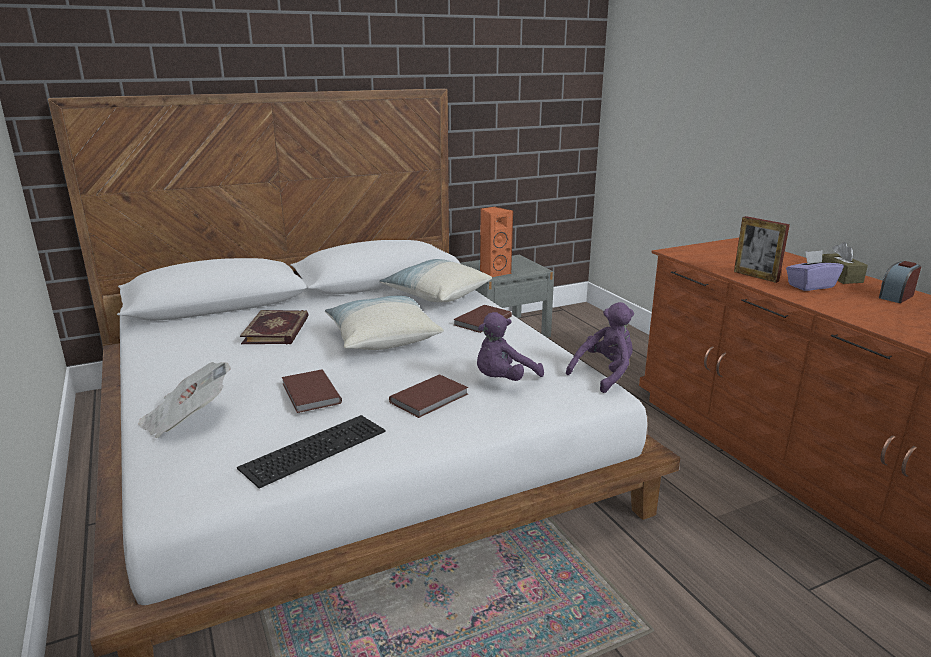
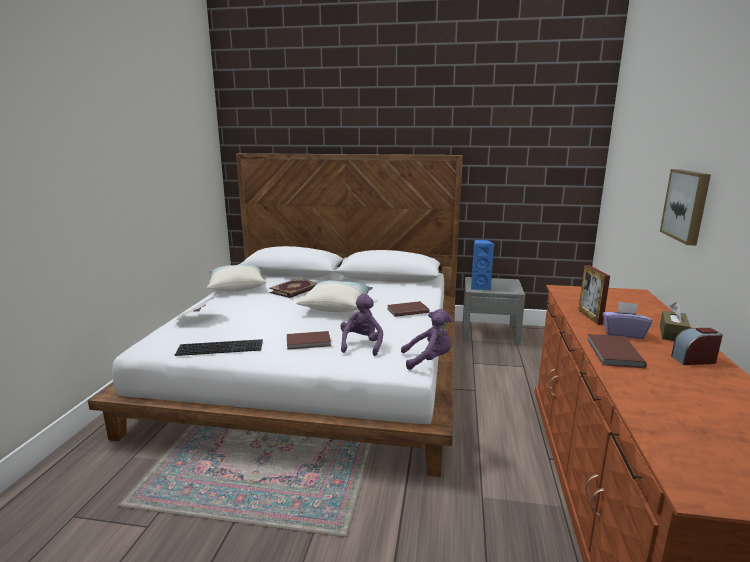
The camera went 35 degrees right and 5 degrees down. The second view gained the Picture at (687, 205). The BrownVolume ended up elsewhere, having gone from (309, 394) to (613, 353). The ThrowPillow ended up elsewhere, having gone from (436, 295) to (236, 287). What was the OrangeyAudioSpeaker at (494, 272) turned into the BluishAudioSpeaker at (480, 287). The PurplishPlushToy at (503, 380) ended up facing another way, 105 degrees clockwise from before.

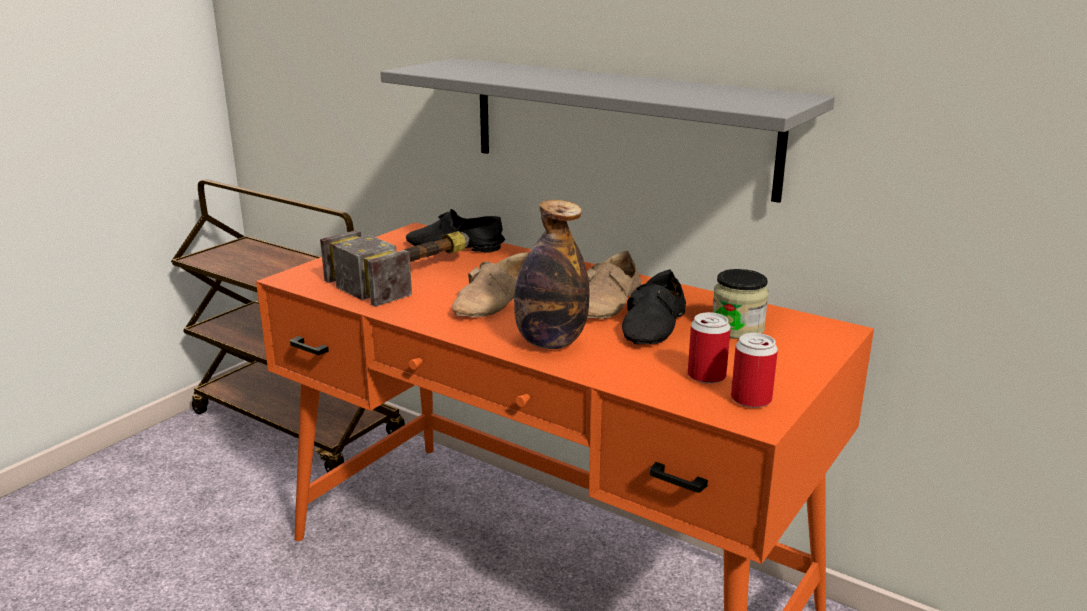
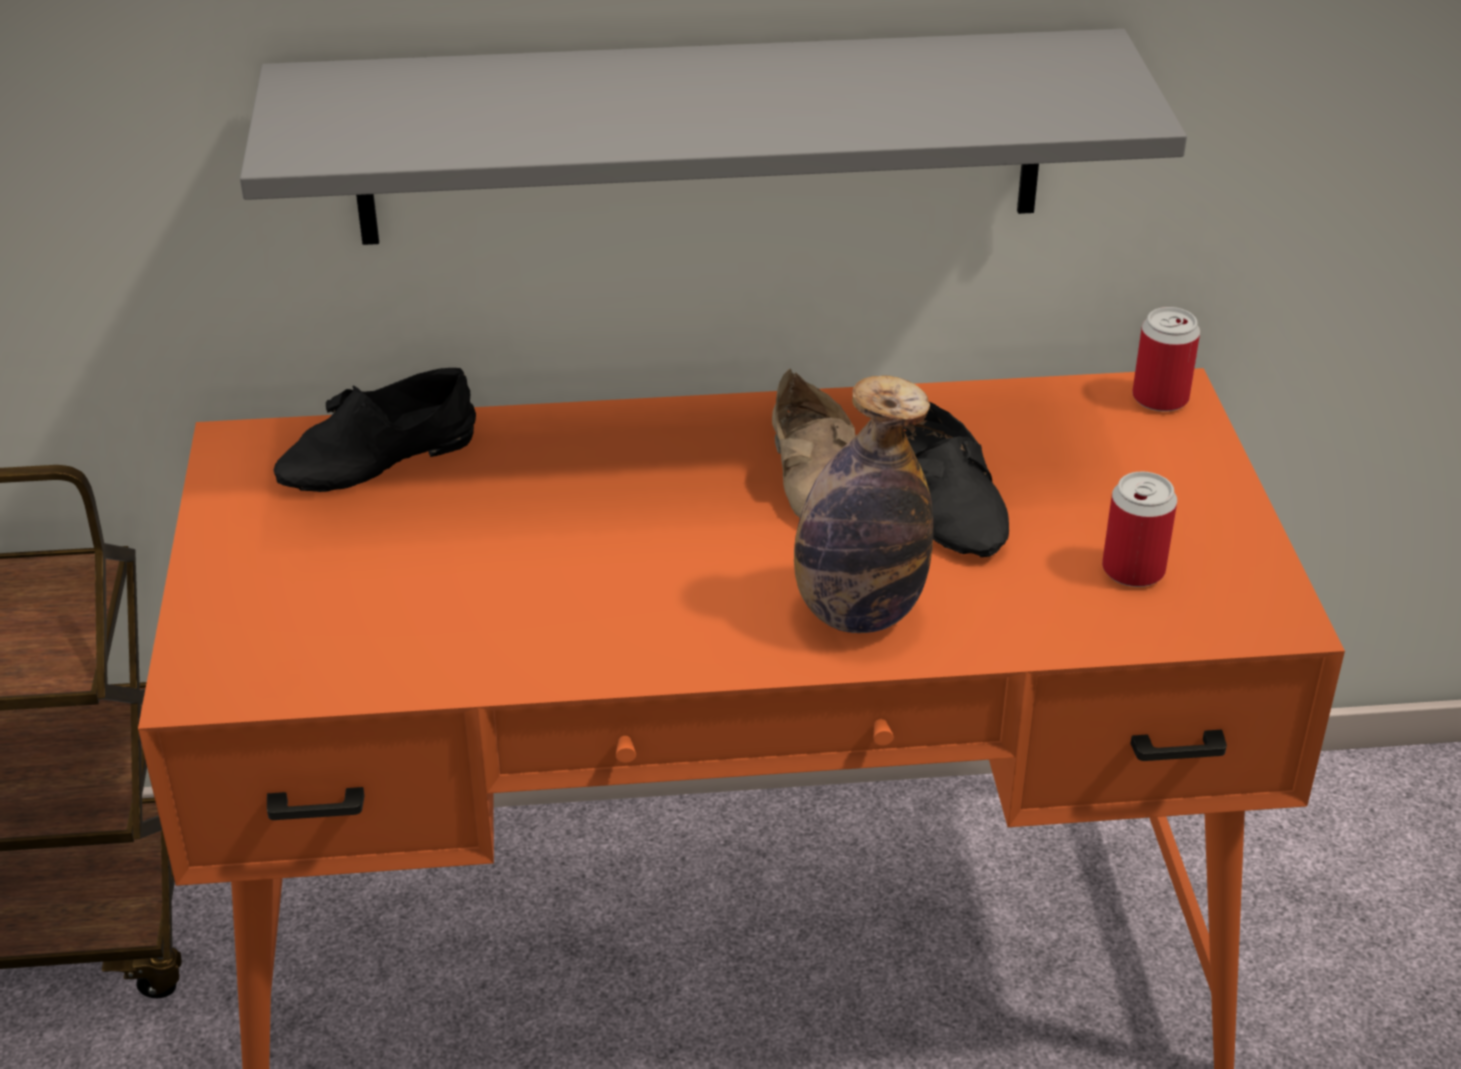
The camera went 40 degrees left and 15 degrees up. The second view lost the HandHammer at (412, 274). The second view lost the BeigeShoe at (497, 302). The second view lost the StorageJar at (737, 329). The SealedCan ended up elsewhere, having gone from (751, 399) to (1160, 398).

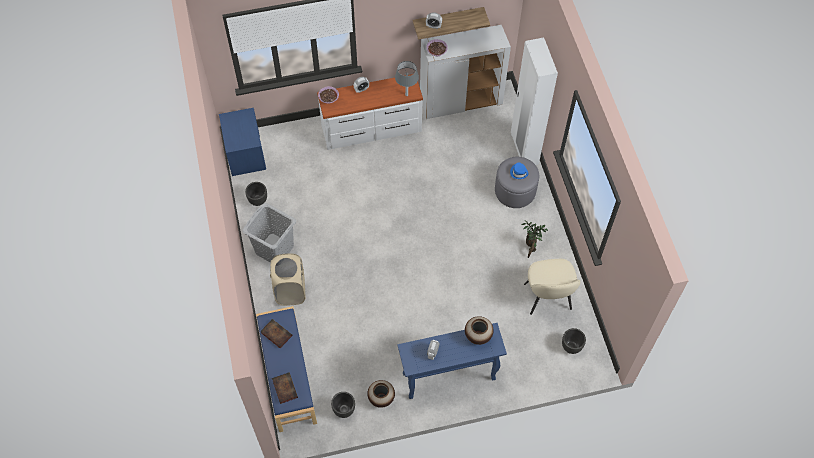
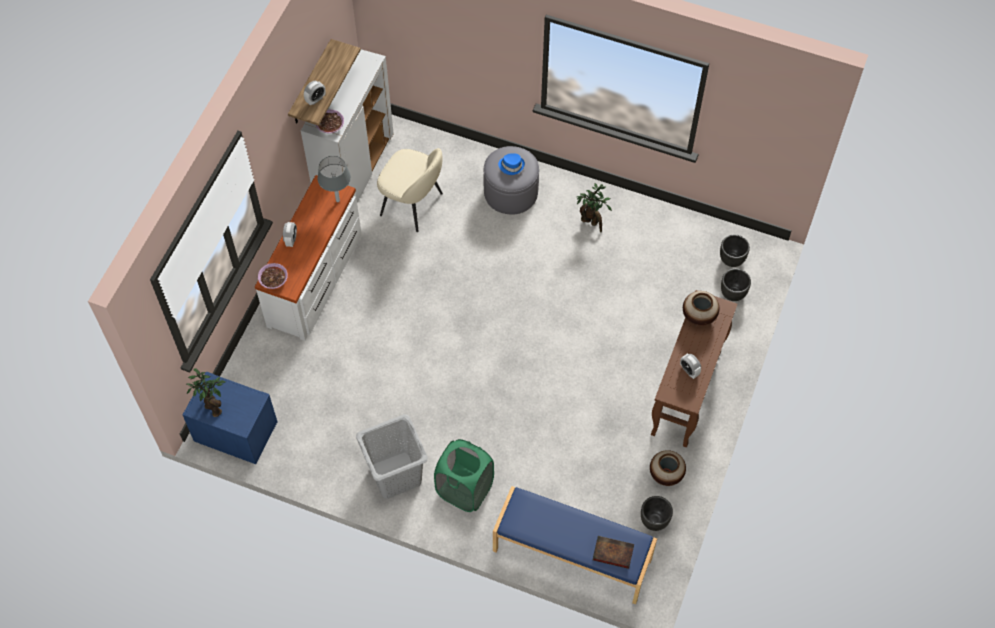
The camera went 55 degrees left and 0 degrees up. The second view lost the Volume at (275, 334). The second view lost the WhitishArmoire at (524, 149). The second view gained the PlantInAPot at (213, 406). The BlackColouredFlowerPot ended up elsewhere, having gone from (258, 200) to (732, 294). The BeigeChair ended up elsewhere, having gone from (548, 298) to (413, 205). What was the BeigeLaundryBasket at (290, 291) turned into the GreenLaundryBasket at (464, 489). What was the BluishConsoleTable at (448, 377) turned into the BrownConsoleTable at (686, 394).

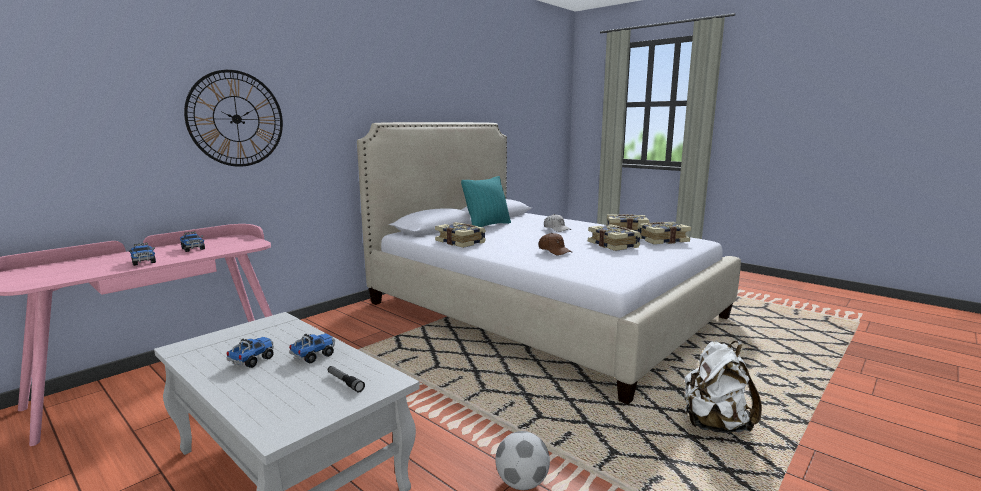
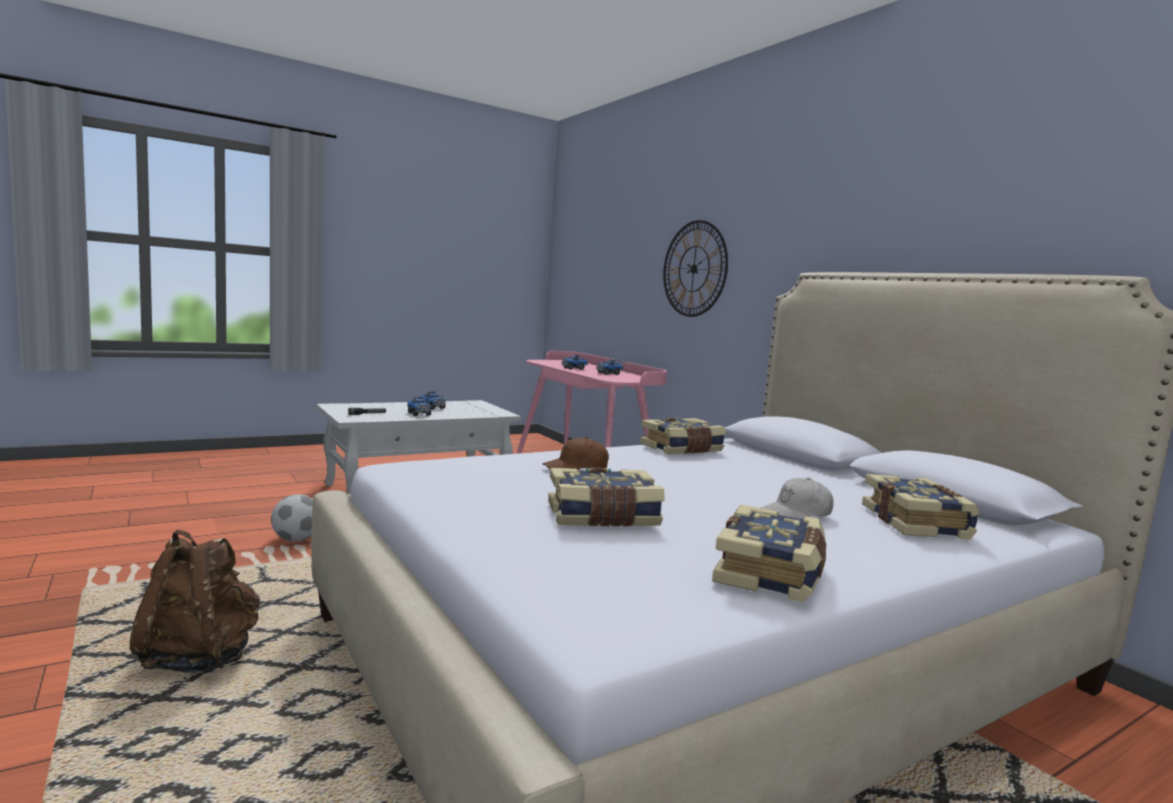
The camera went 105 degrees right and 5 degrees down. The second view lost the BlueGreenThrowPillow at (487, 225). The Volume ended up elsewhere, having gone from (661, 240) to (916, 523). What was the WhitishBackpack at (714, 425) turned into the BrownBackpack at (200, 658).

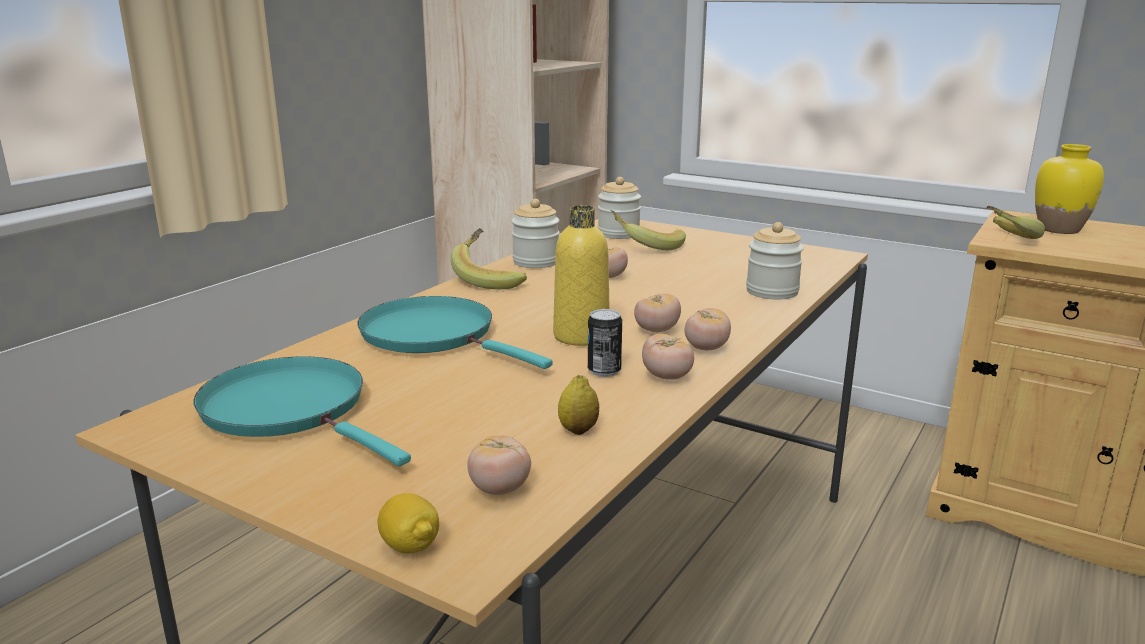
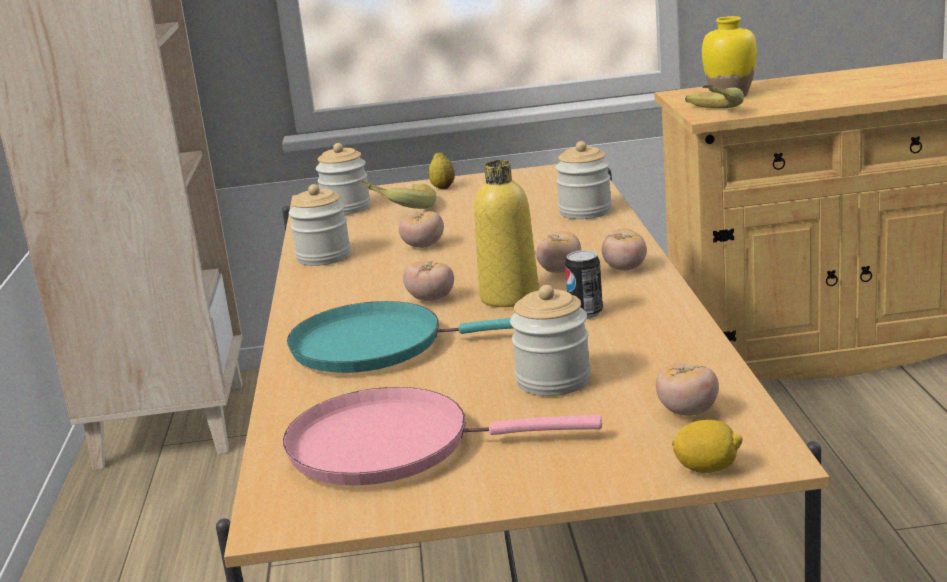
The camera went 35 degrees left and 0 degrees up. The second view lost the BananaFruit at (491, 278). The second view gained the StorageJar at (553, 381). The CitrusFruit ended up elsewhere, having gone from (578, 430) to (443, 188). The FreshTomato ended up elsewhere, having gone from (666, 377) to (431, 299). What was the BlueGreenSkillet at (291, 410) turned into the PinkishSkillet at (392, 446).

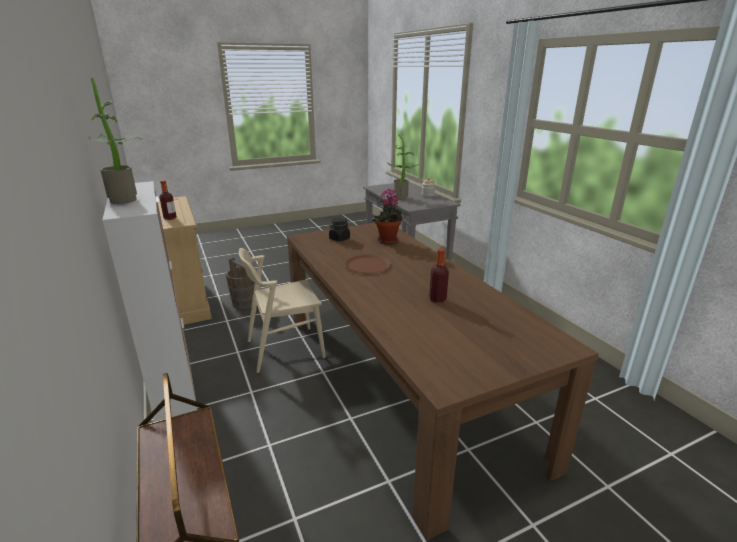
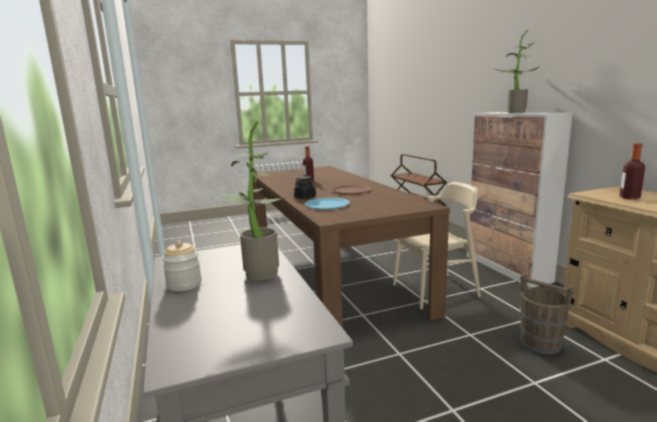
The camera went 175 degrees left and 10 degrees down. The BlackColouredStorageJar ended up elsewhere, having gone from (339, 239) to (305, 197). Where the PlantInAPot stood at (388, 241), the BluishFlatDish came to stand at (327, 204).

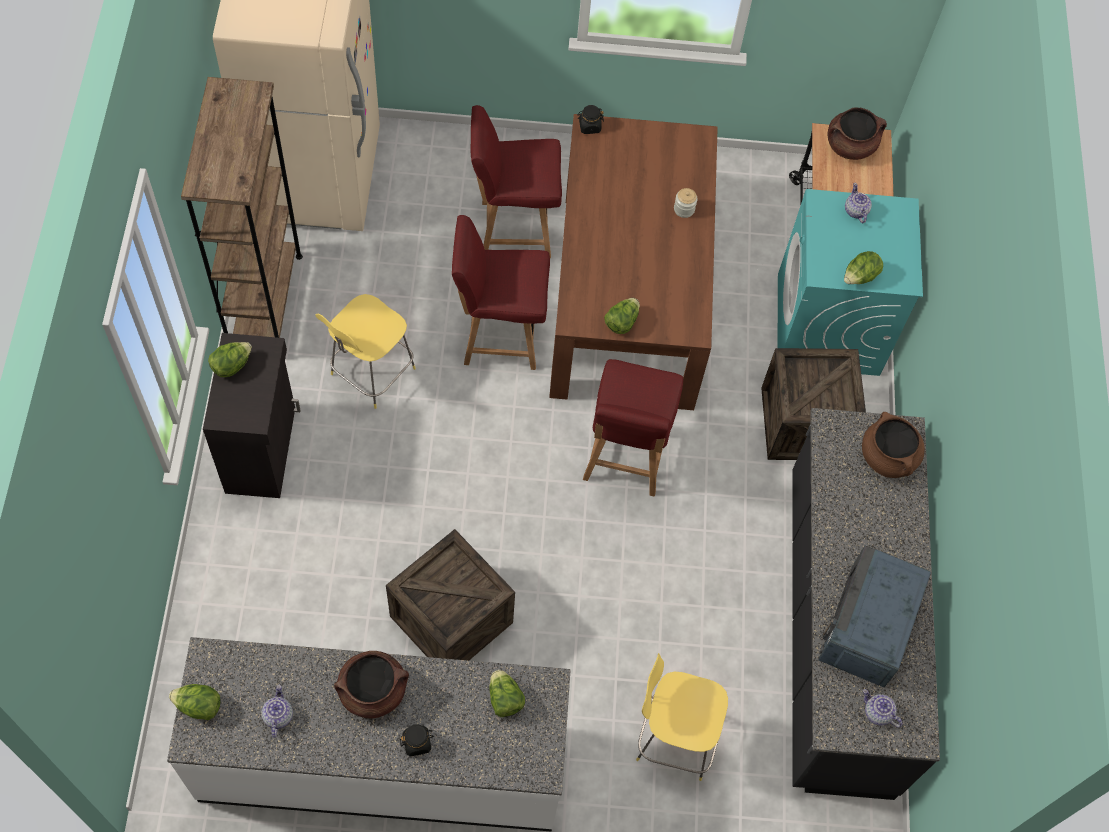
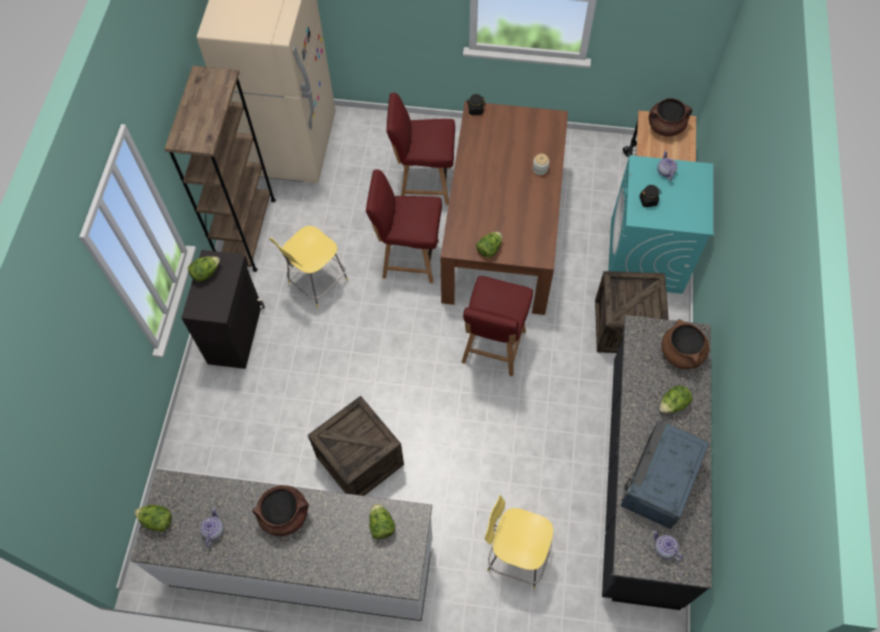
The camera went 10 degrees right and 0 degrees up. The BlackColouredStorageJar ended up elsewhere, having gone from (417, 742) to (648, 201). The LettuceHead ended up elsewhere, having gone from (859, 277) to (673, 404).

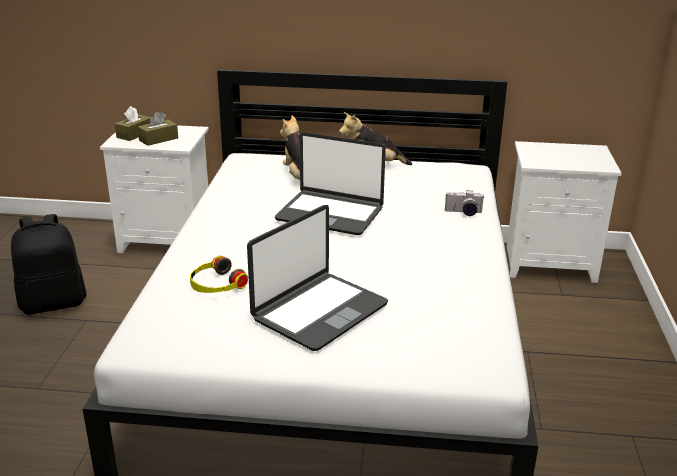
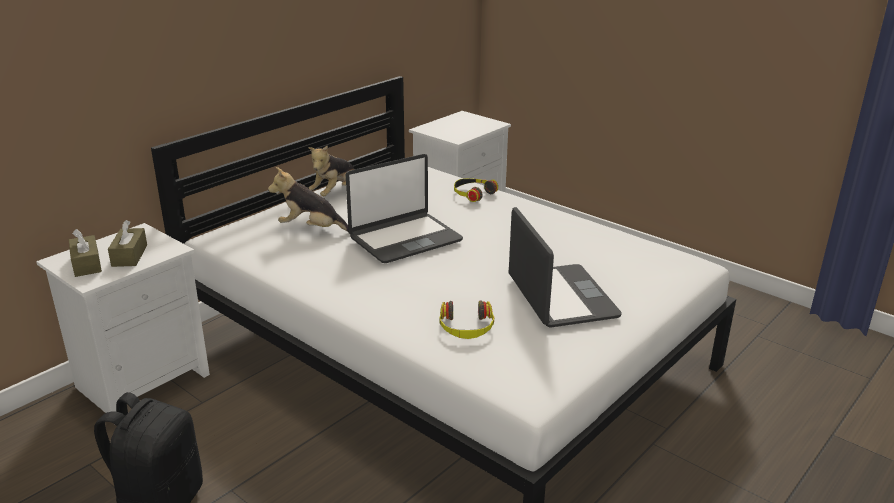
The camera went 55 degrees left and 0 degrees up. Where the PhotoCamera stood at (463, 213), the PairOfHeadphones came to stand at (473, 194).

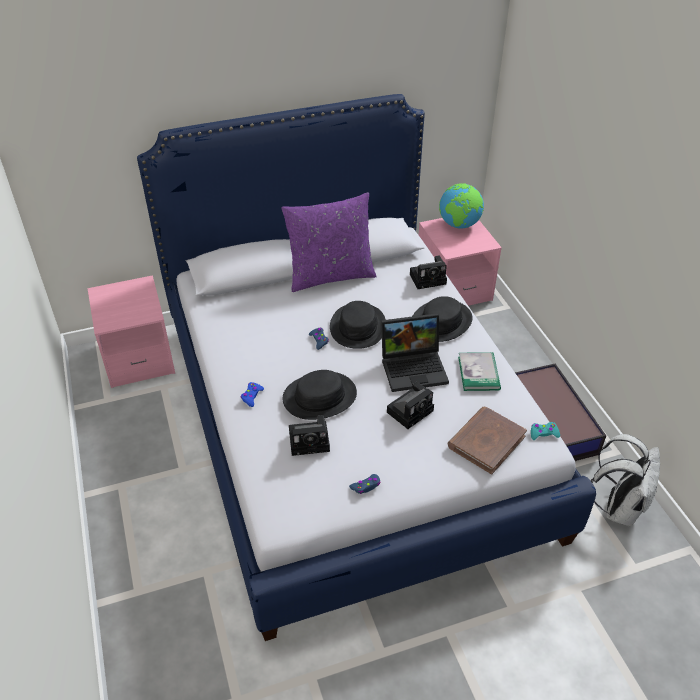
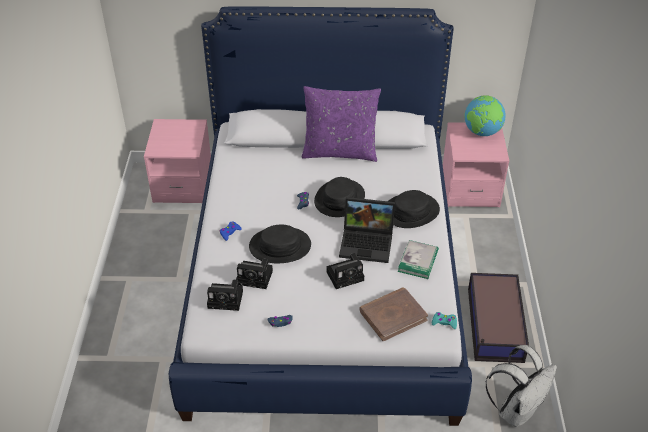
The camera went 20 degrees right and 0 degrees up. The PhotoCamera ended up elsewhere, having gone from (429, 278) to (227, 299).

